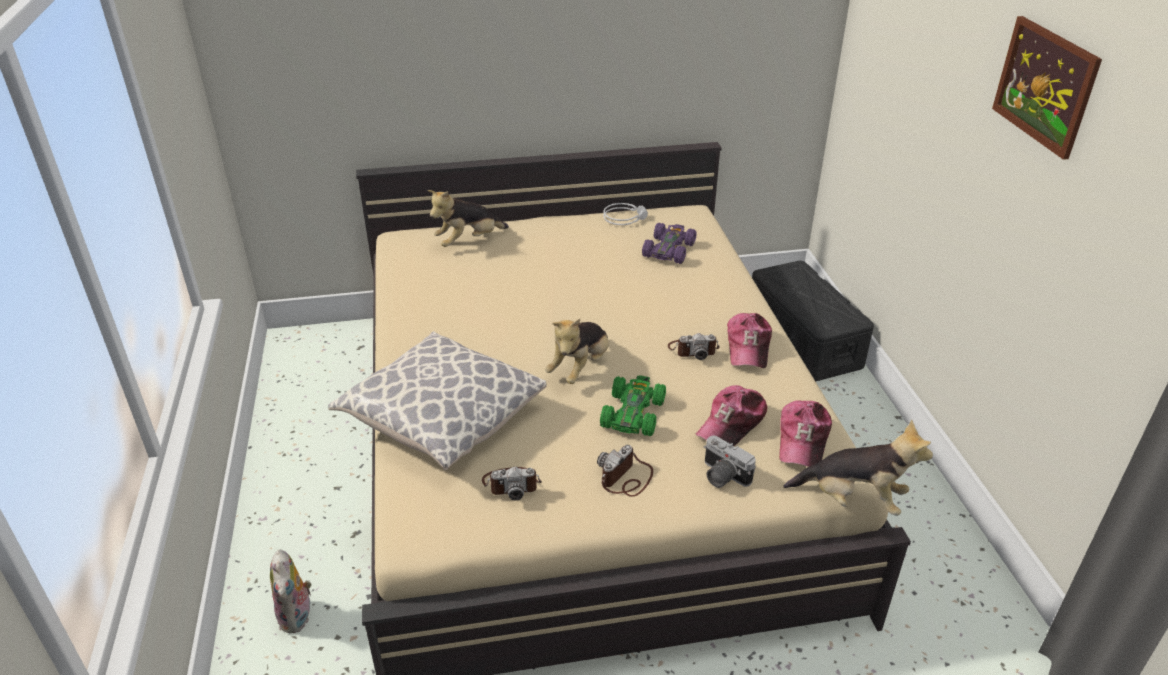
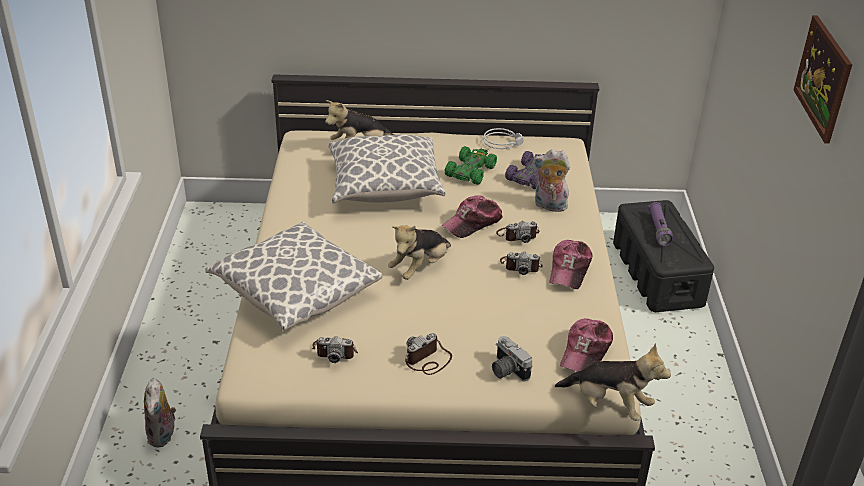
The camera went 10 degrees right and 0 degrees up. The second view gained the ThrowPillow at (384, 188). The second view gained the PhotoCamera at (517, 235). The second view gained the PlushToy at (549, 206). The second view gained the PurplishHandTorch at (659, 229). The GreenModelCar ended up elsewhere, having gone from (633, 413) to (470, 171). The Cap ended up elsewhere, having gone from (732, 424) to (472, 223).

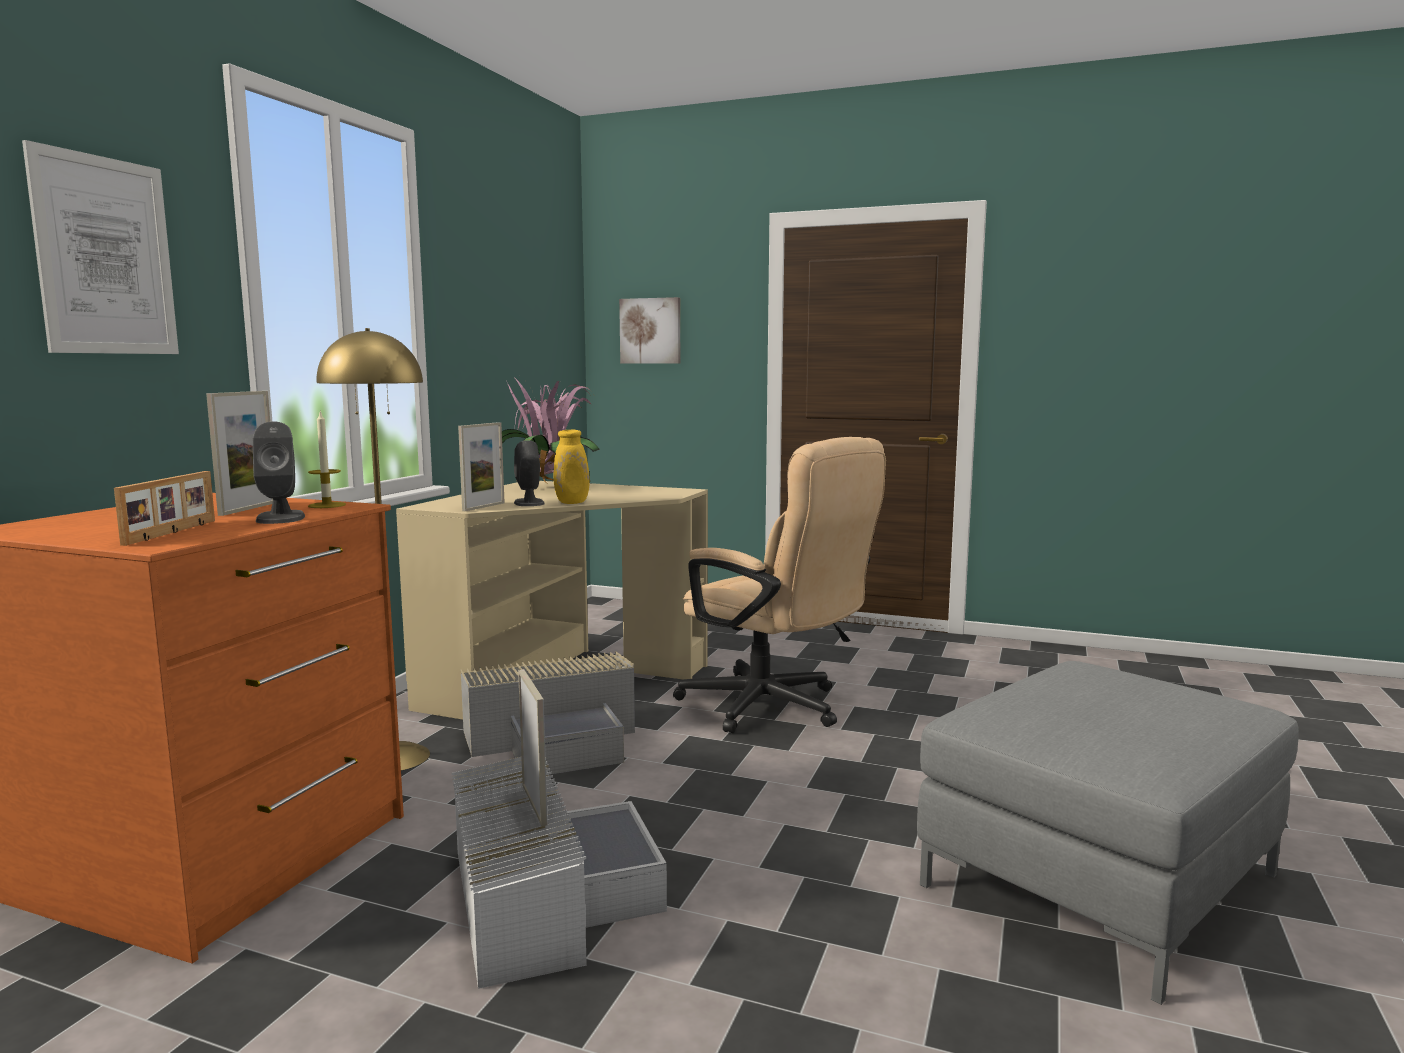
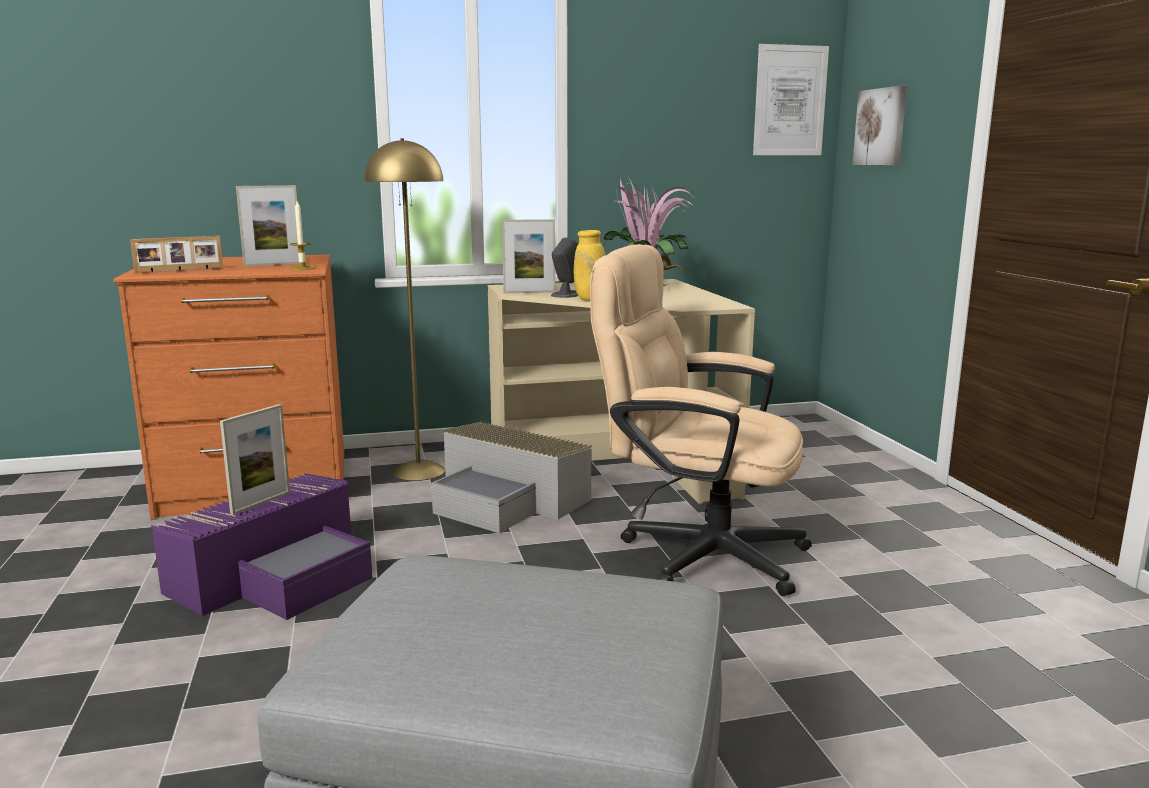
The camera went 55 degrees right and 5 degrees up. The second view lost the GrayAudioSpeaker at (280, 518). The Picture ended up elsewhere, having gone from (105, 256) to (790, 101). What was the WhitishStorageBox at (544, 895) turned into the PurplishStorageBox at (278, 574). The BeigeComputerChair at (774, 708) ended up facing another way, 105 degrees clockwise from before.

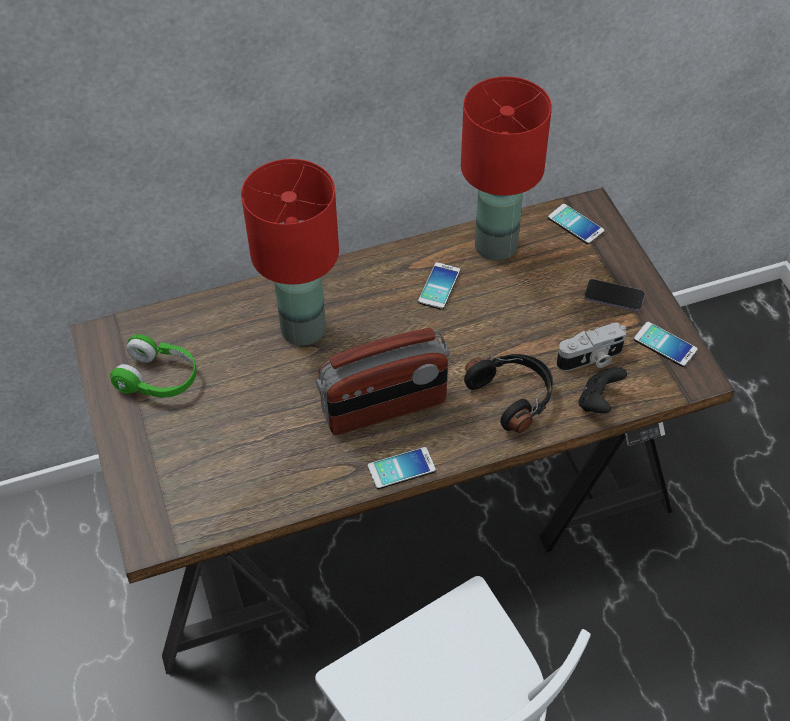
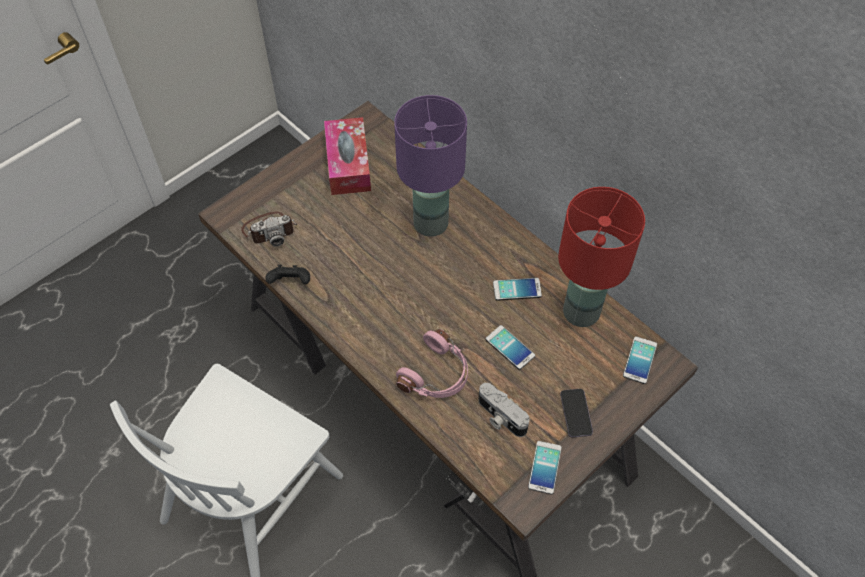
The camera went 65 degrees right and 5 degrees up. The second view lost the RadioSet at (384, 408). The second view gained the PhotoCamera at (270, 230). The Telephone ended up elsewhere, having gone from (401, 468) to (510, 347). The BlackColouredJoypad ended up elsewhere, having gone from (598, 401) to (291, 282). Where the GreenPairOfHeadphones stood at (159, 378), the TissueBox came to stand at (348, 164). What was the ReddishTabletopLamp at (304, 330) turned into the PurplishTabletopLamp at (430, 224). What was the BlackColouredPairOfHeadphones at (513, 396) turned into the PinkishPairOfHeadphones at (436, 375).

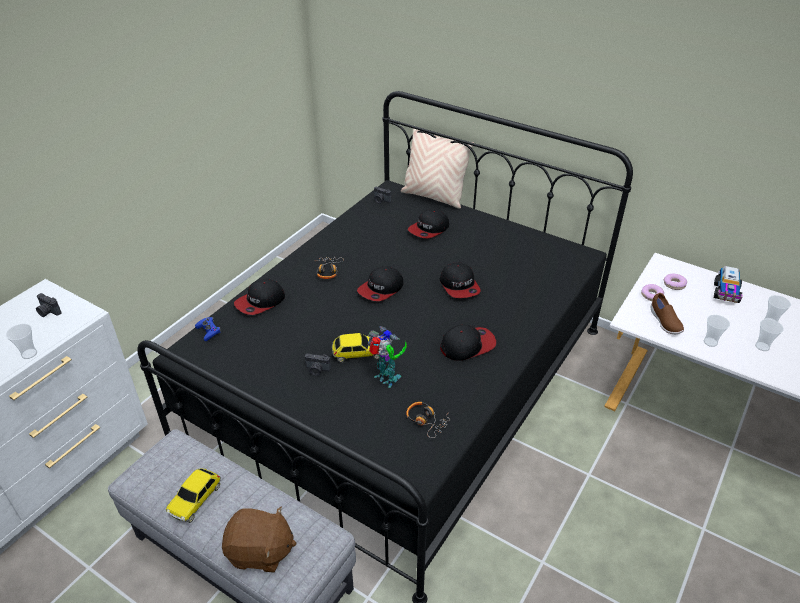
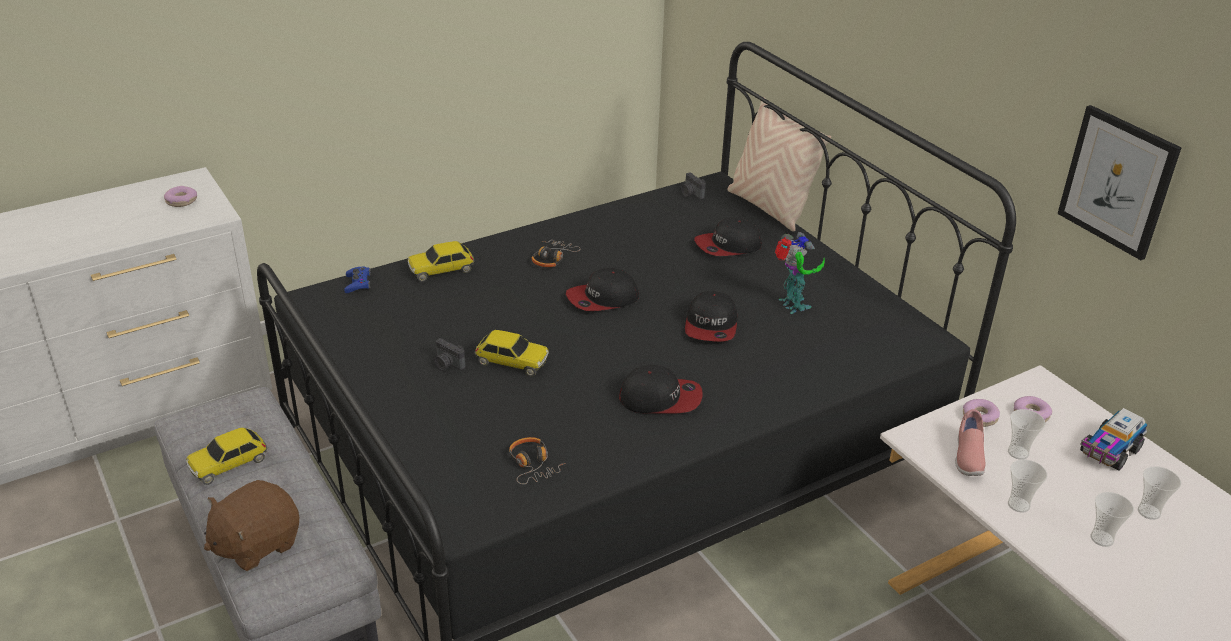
The camera went 25 degrees right and 5 degrees down. The second view gained the Picture at (1117, 181). The DrinkingCup ended up elsewhere, having gone from (29, 354) to (1018, 453). The ToyRobot ended up elsewhere, having gone from (387, 379) to (792, 306). Where the PhotoCamera stood at (48, 312), the Doughnut came to stand at (181, 201). Where the Cap stood at (260, 302), the ModelCar came to stand at (441, 270). What was the BrownShoe at (664, 322) turned into the PinkishShoe at (967, 456). The BrownPlushToy at (260, 552) ended up facing another way, 105 degrees clockwise from before.

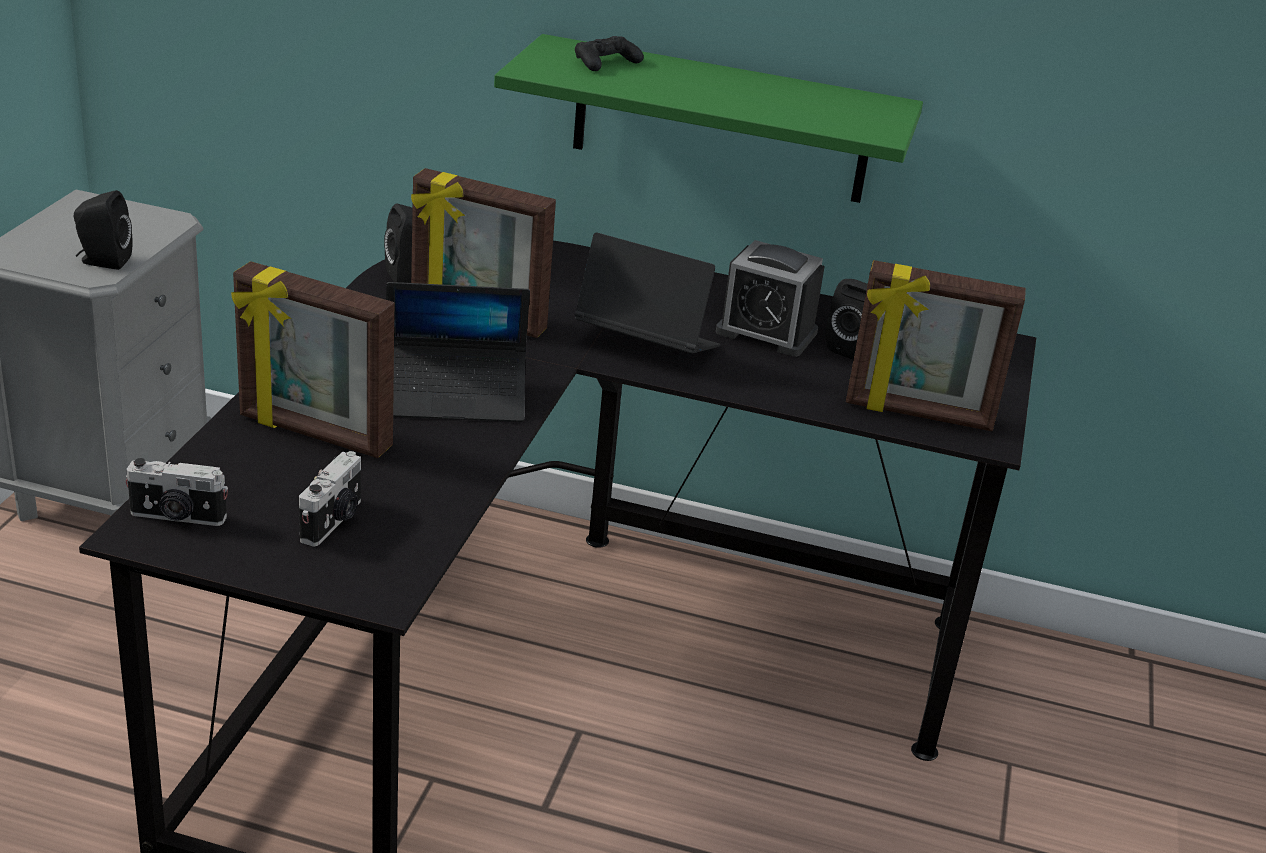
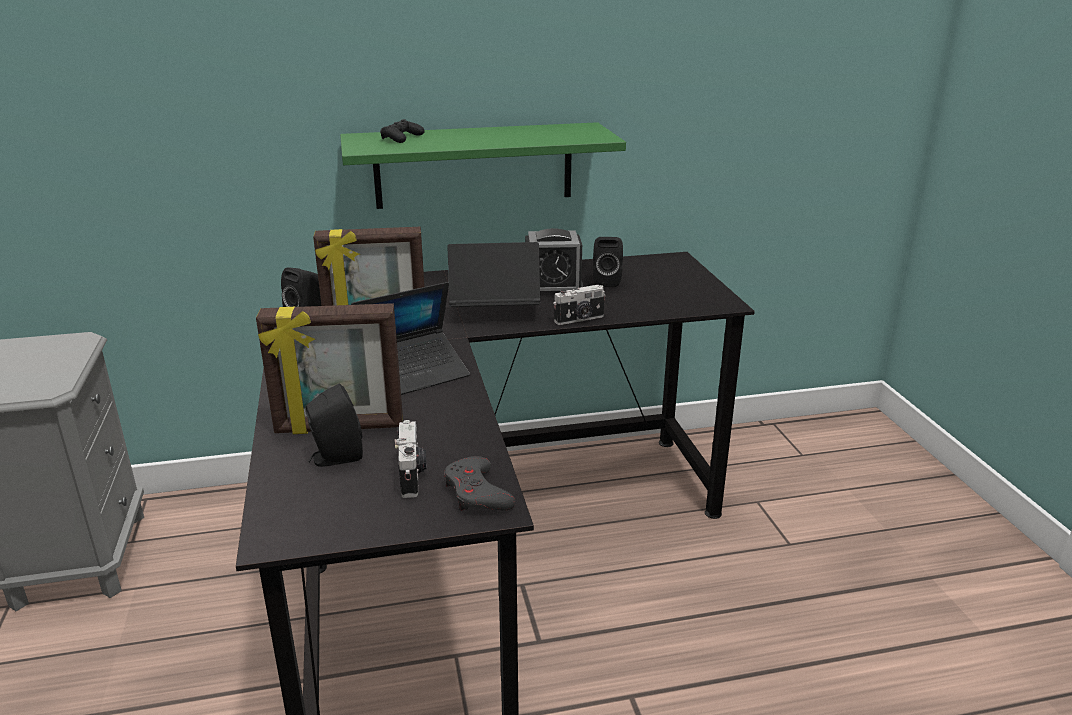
The camera went 25 degrees left and 5 degrees down. The second view lost the PhotoFrame at (918, 414). The second view gained the GrayJoypad at (477, 493). The BlackColouredAudioSpeaker ended up elsewhere, having gone from (103, 261) to (335, 458). The PhotoCamera ended up elsewhere, having gone from (177, 517) to (580, 319).

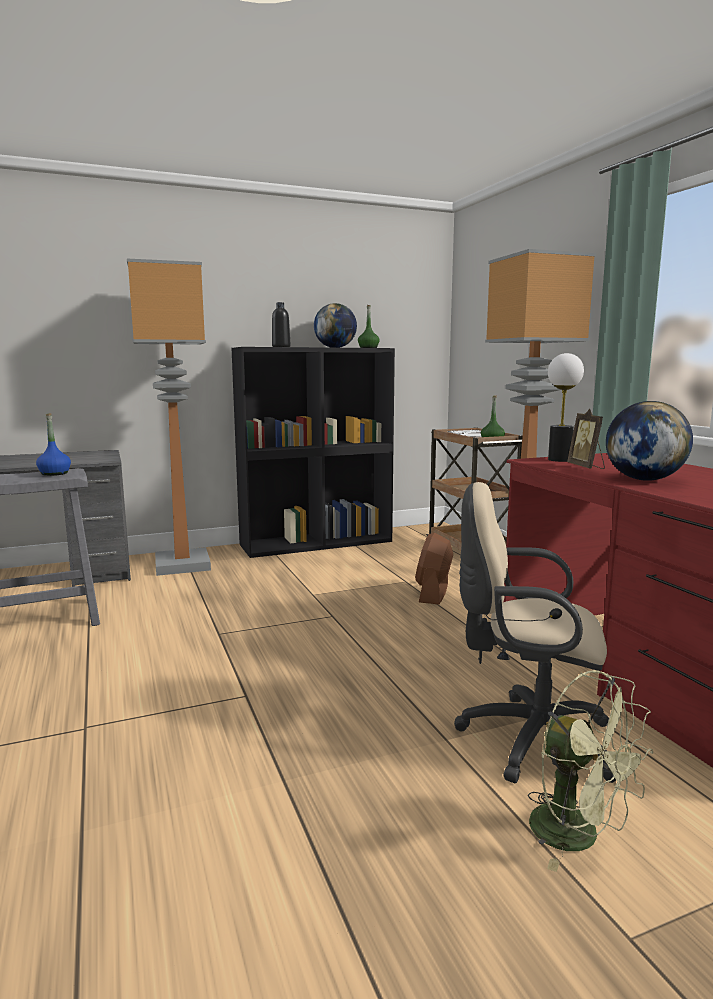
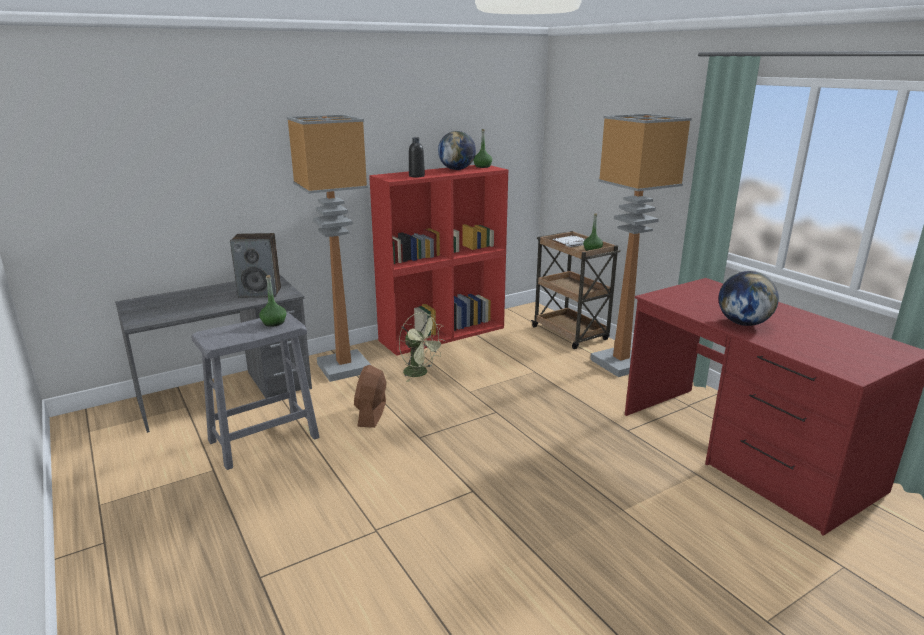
The camera went 10 degrees left and 10 degrees up. The second view lost the BeigeComputerChair at (528, 738). The second view lost the TabletopLamp at (559, 460). The second view lost the PhotoFrame at (586, 467). The second view gained the AudioSpeaker at (260, 293). The BrownFan ended up elsewhere, having gone from (433, 593) to (372, 414). The GreenFan ended up elsewhere, having gone from (578, 836) to (420, 373). What was the BluishBottle at (54, 473) turned into the GreenBottle at (274, 323). What was the BlackColouredShelvingUnit at (317, 542) turned into the ReddishShelvingUnit at (443, 333).

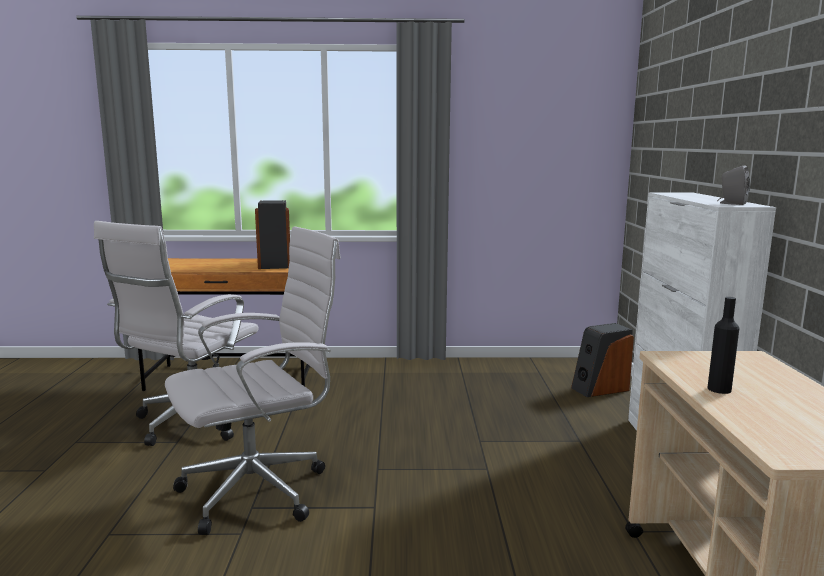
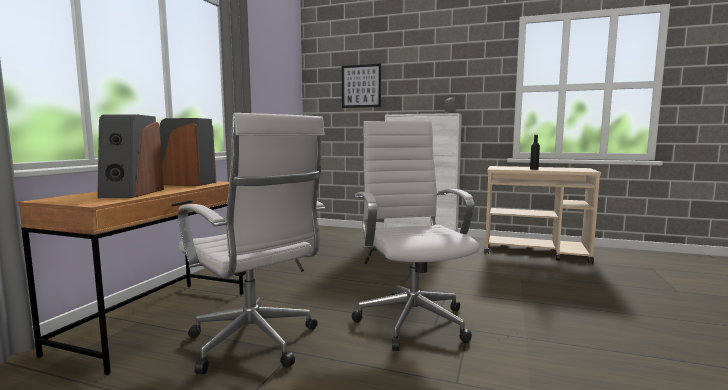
The camera went 70 degrees left and 5 degrees down. The second view gained the Picture at (361, 86). The AudioSpeaker ended up elsewhere, having gone from (599, 389) to (132, 193).

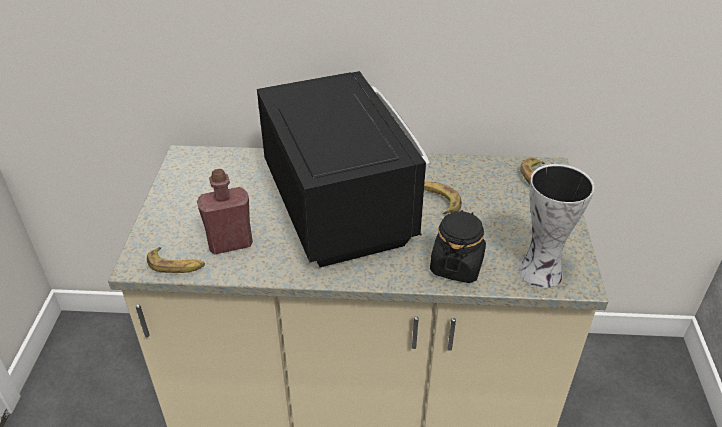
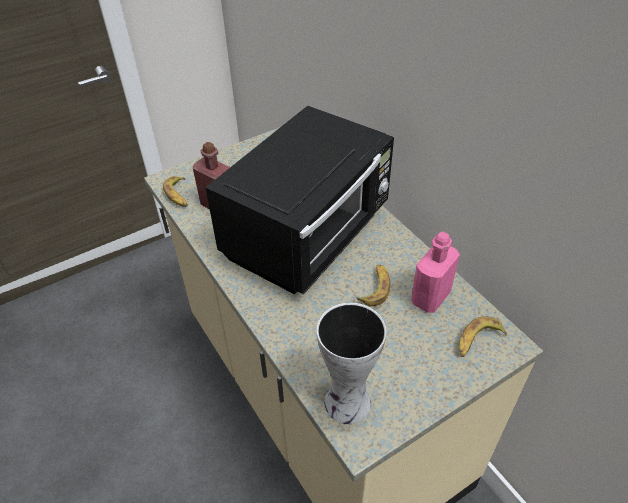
The camera went 55 degrees right and 5 degrees up. The second view lost the BlackColouredStorageJar at (456, 265). The second view gained the PinkishBottle at (430, 297).

